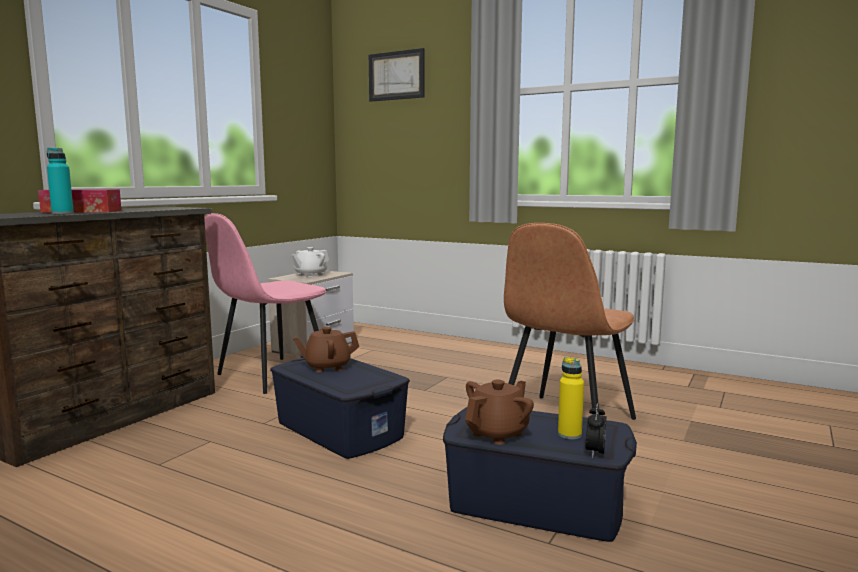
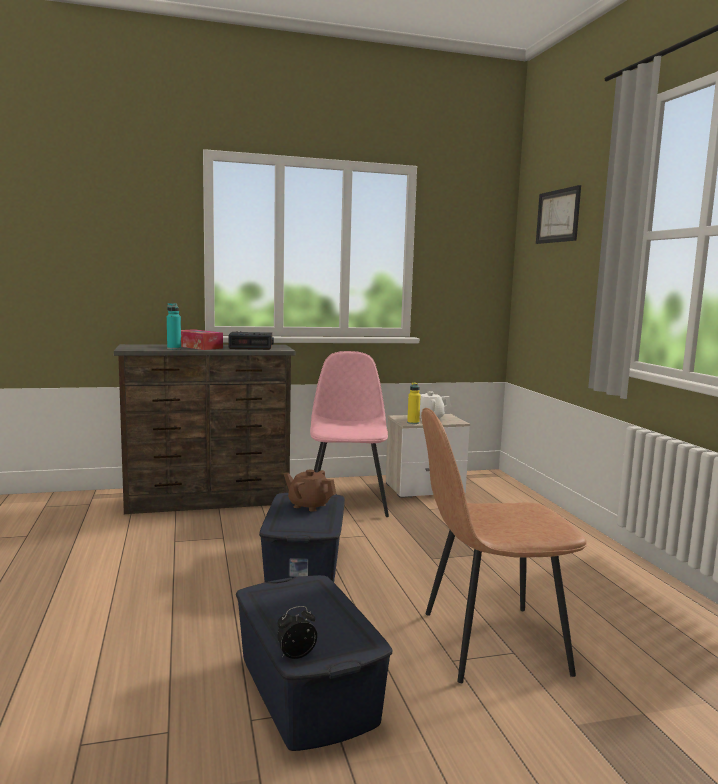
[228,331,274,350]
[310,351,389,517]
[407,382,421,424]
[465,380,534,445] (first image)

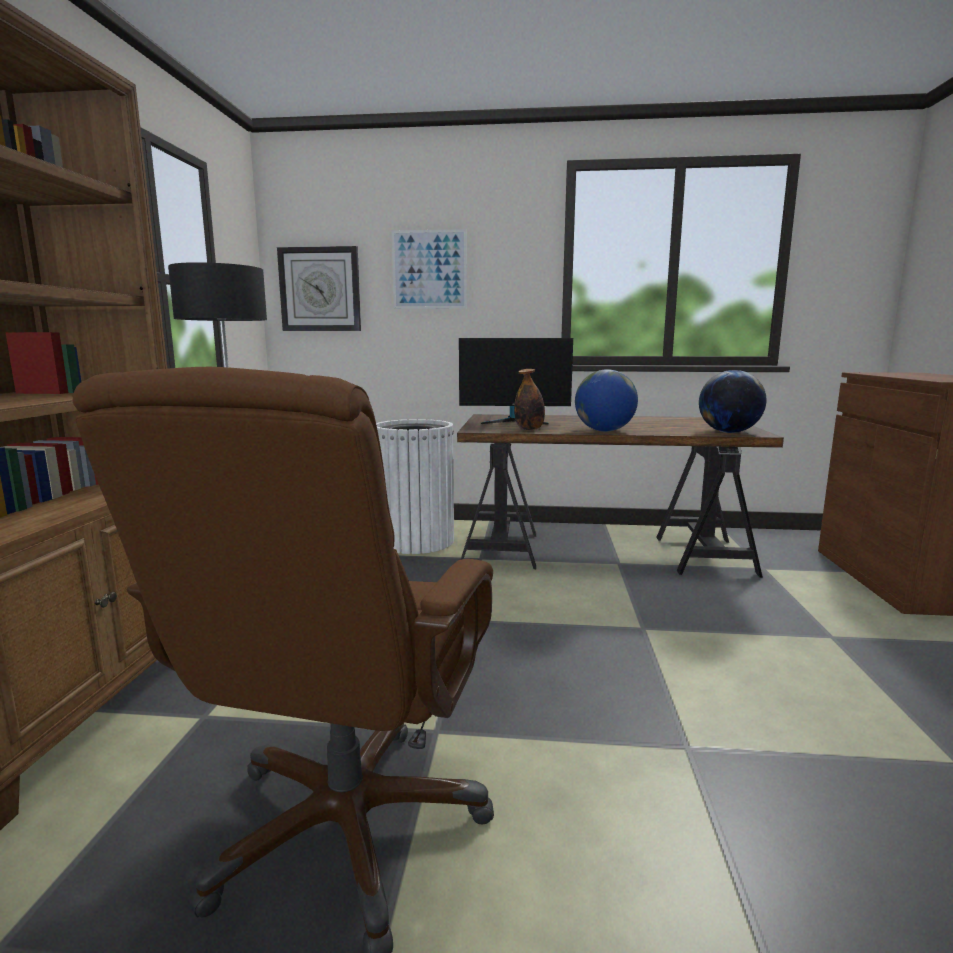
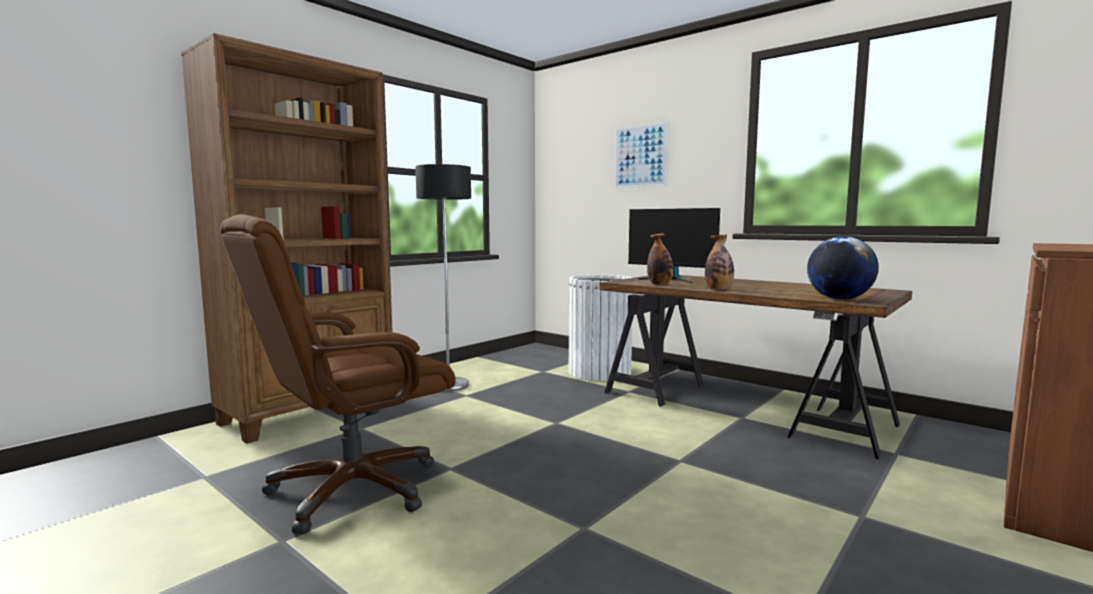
[705,235,734,290]
[277,246,361,331] (first image)

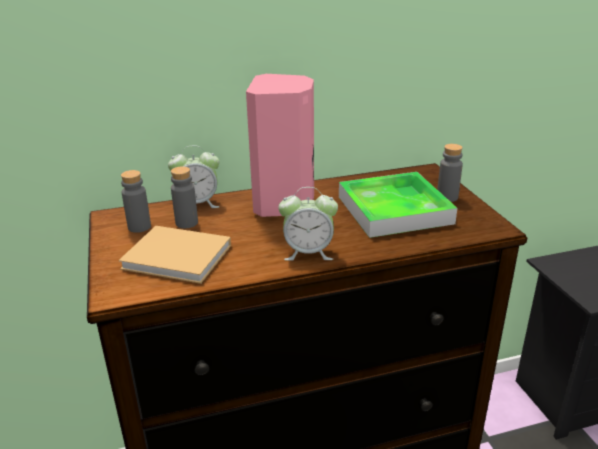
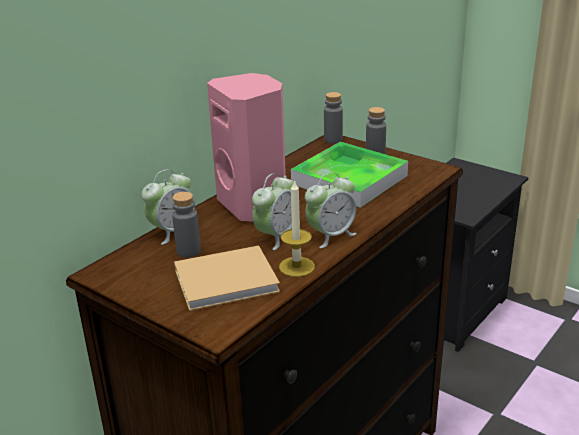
[252,173,294,250]
[279,179,315,277]
[324,92,343,144]

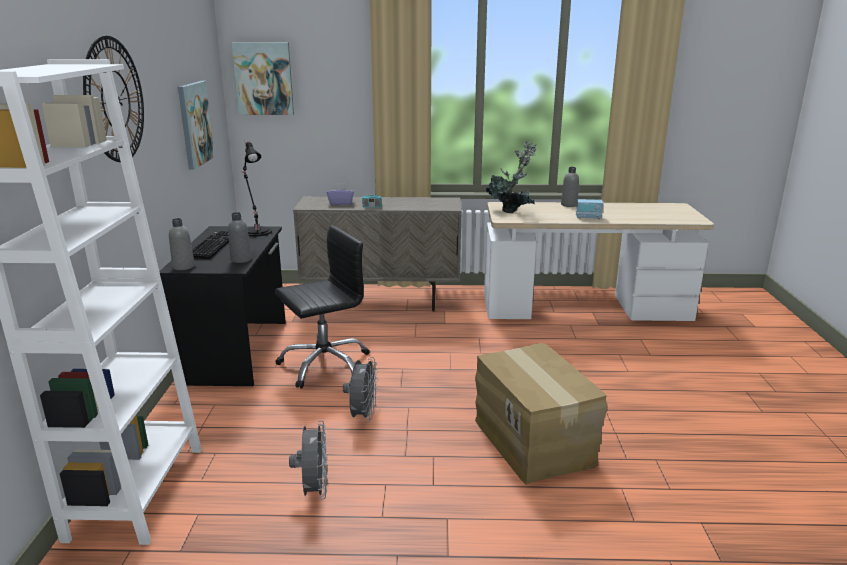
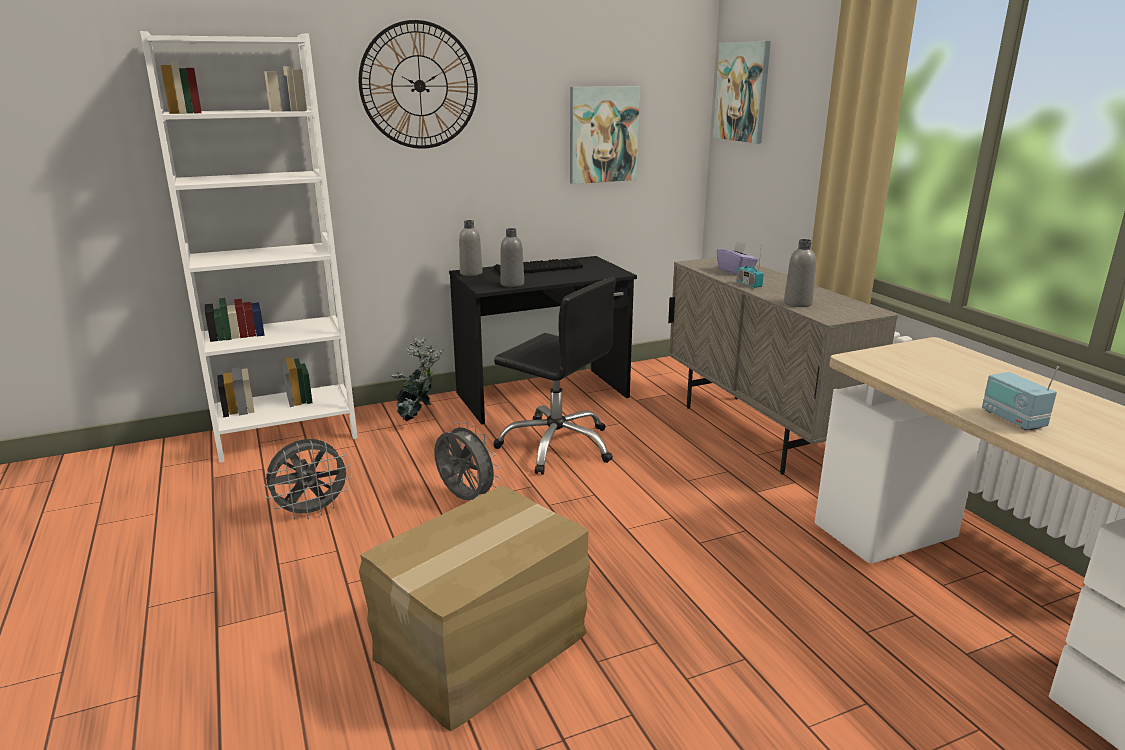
[391,337,443,421]
[434,422,500,501]
[784,239,816,307]
[241,141,272,237] (first image)

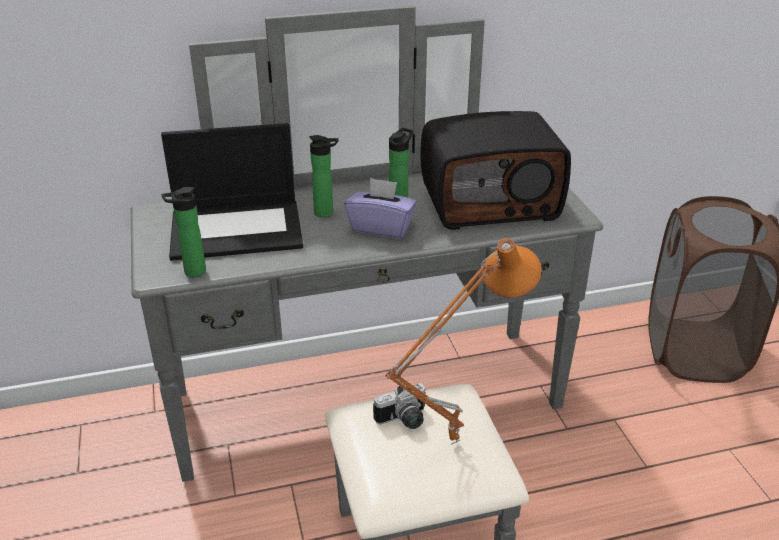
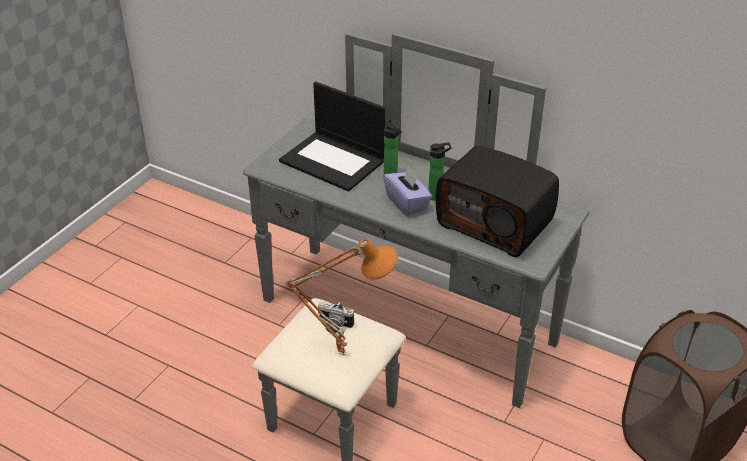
[161,187,206,277] (first image)

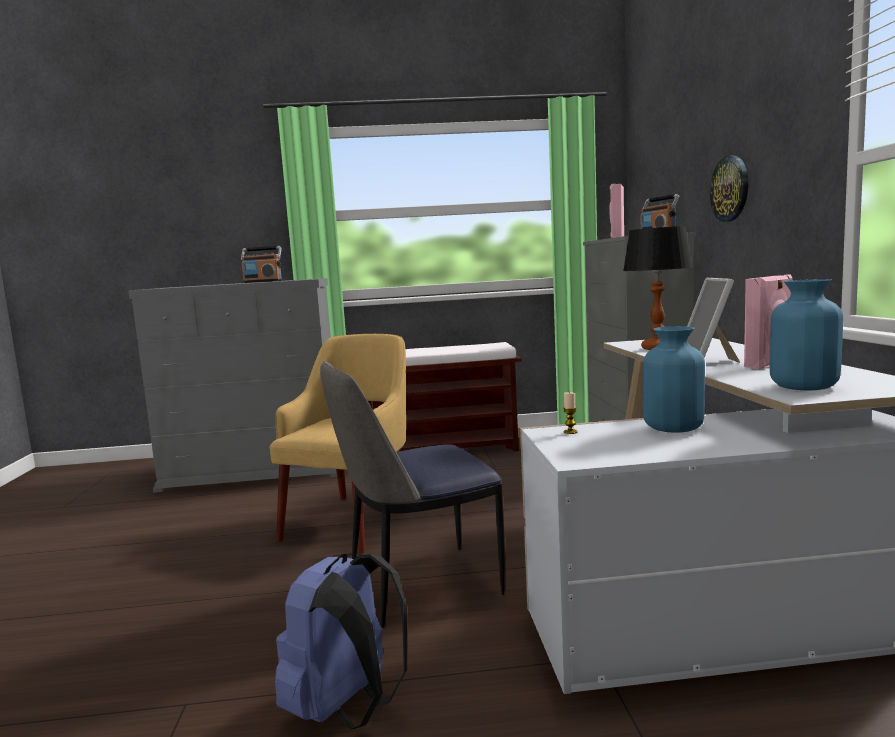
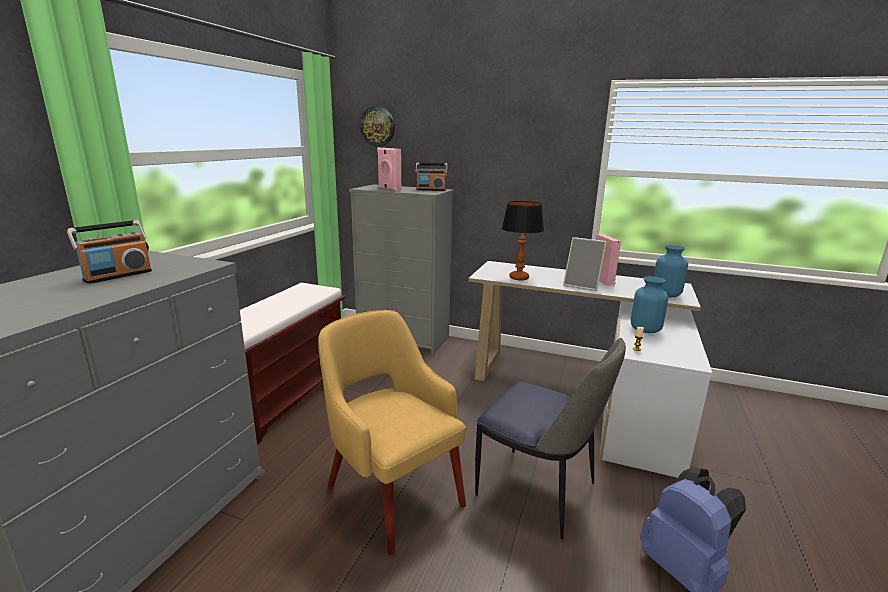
[360,106,395,146]
[475,338,626,539]

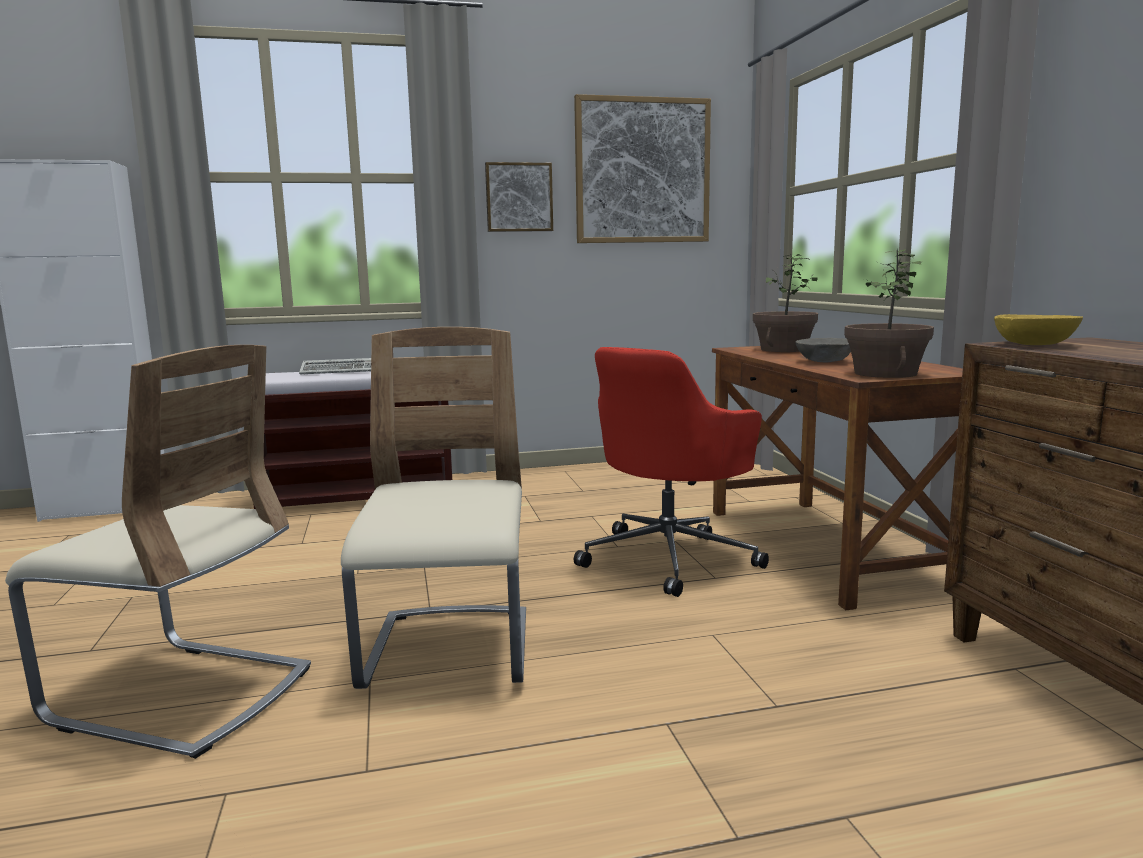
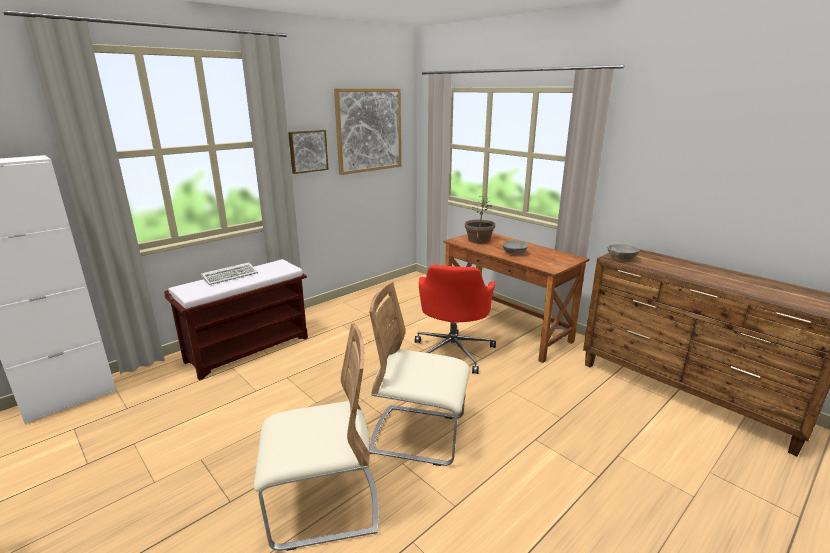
[369,282,470,466]
[608,244,640,260]
[844,249,934,378] (first image)

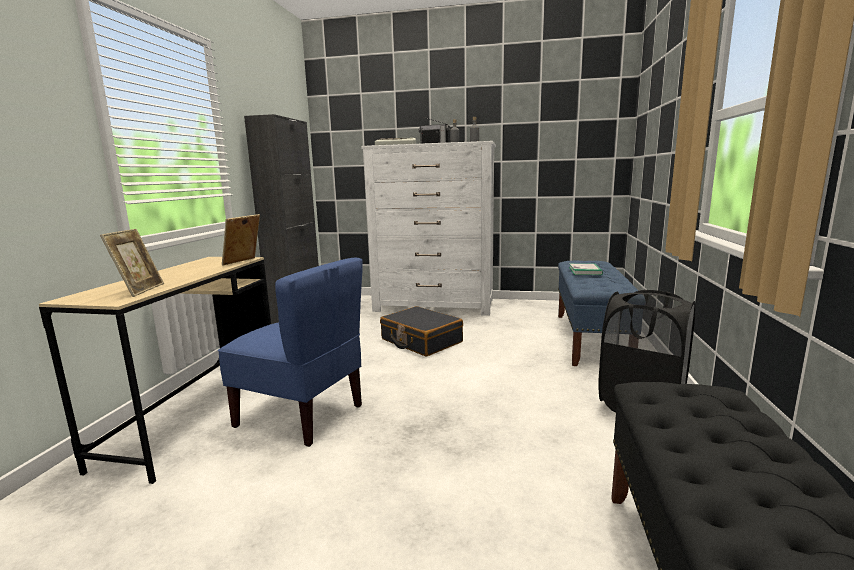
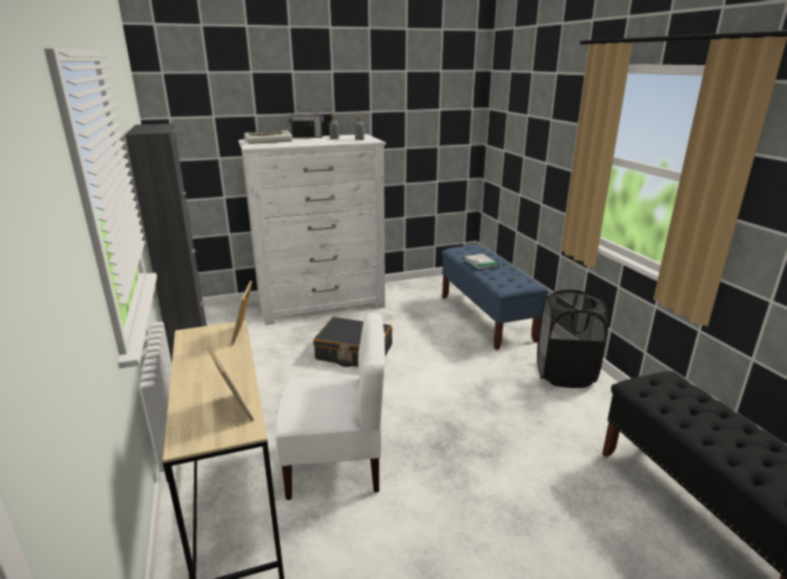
[274,313,385,500]

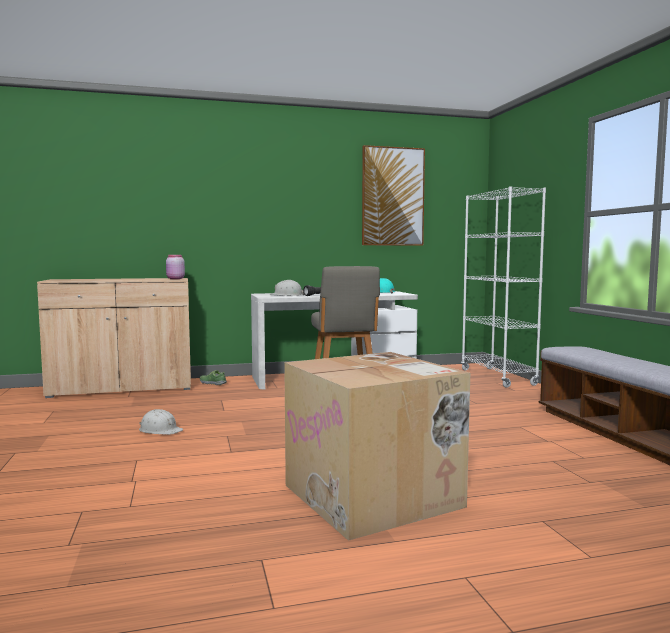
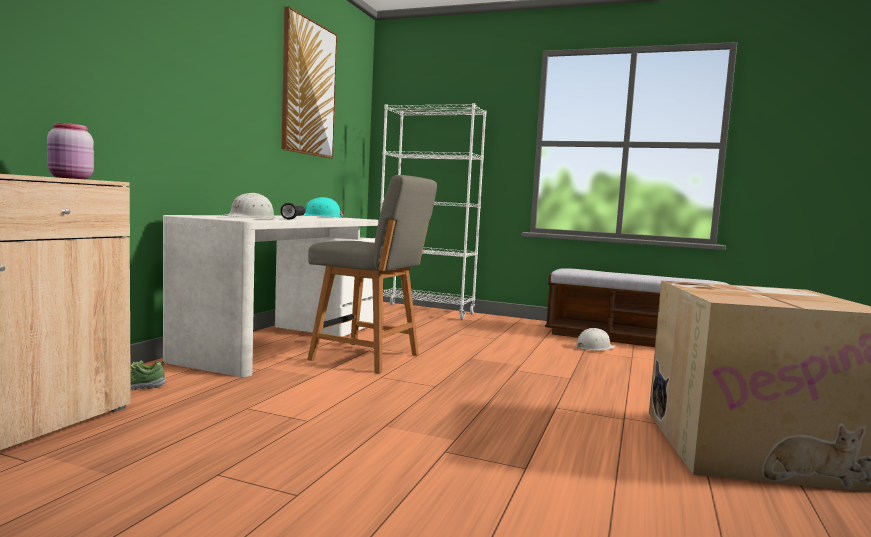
[575,328,616,351]

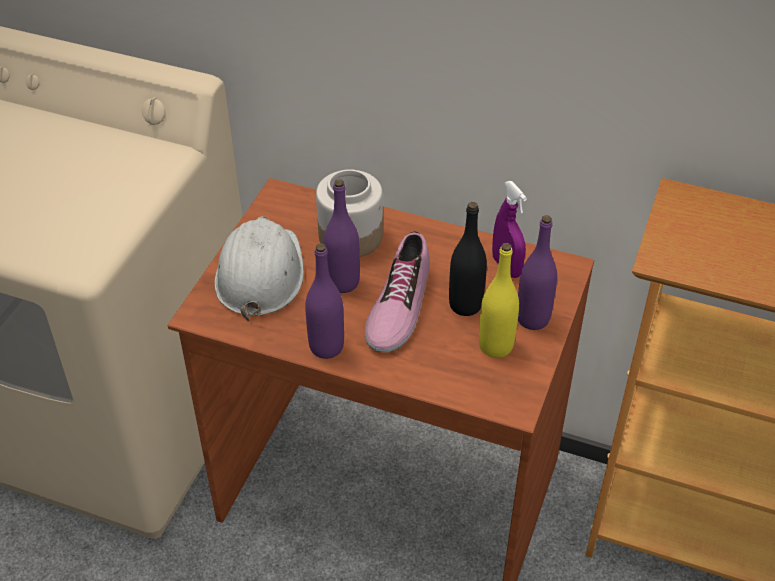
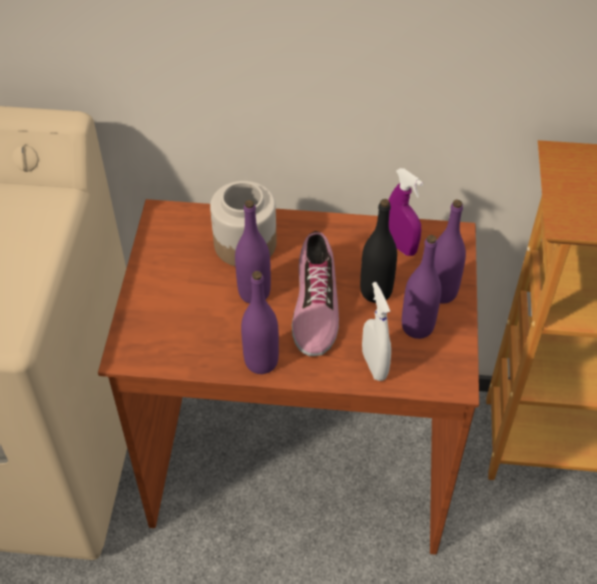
[362,282,391,381]
[402,235,441,339]
[214,216,304,321] (first image)

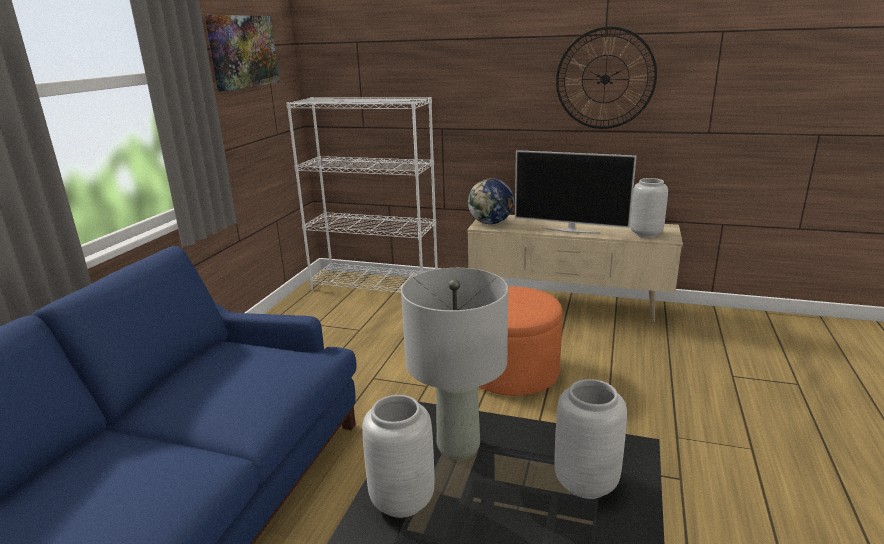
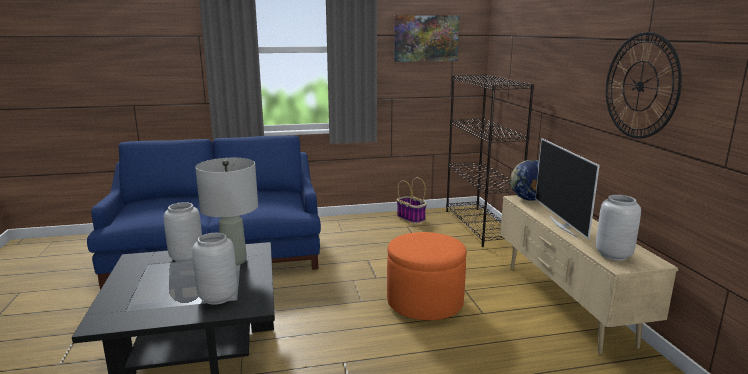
[397,177,427,224]
[446,74,534,247]

